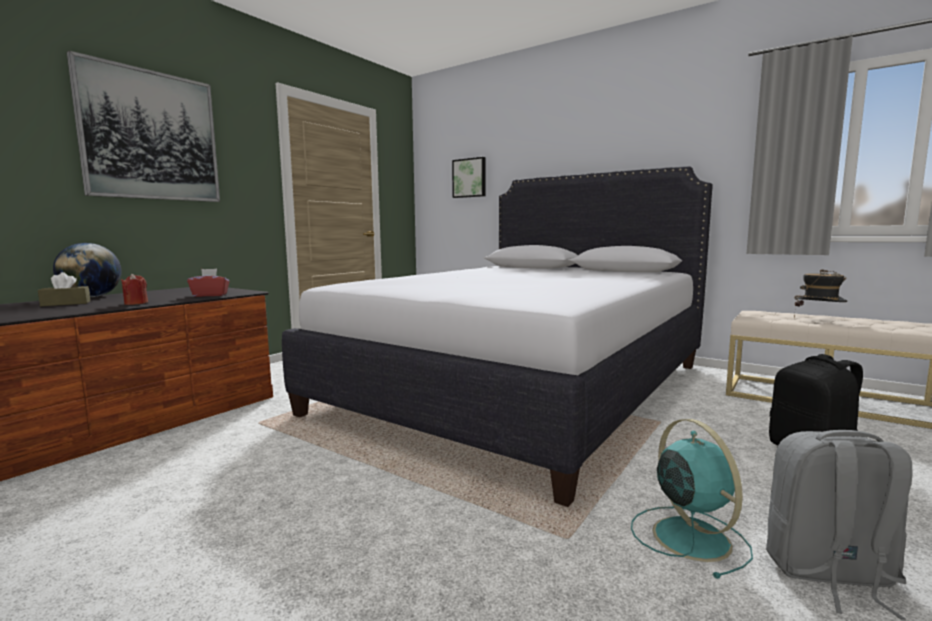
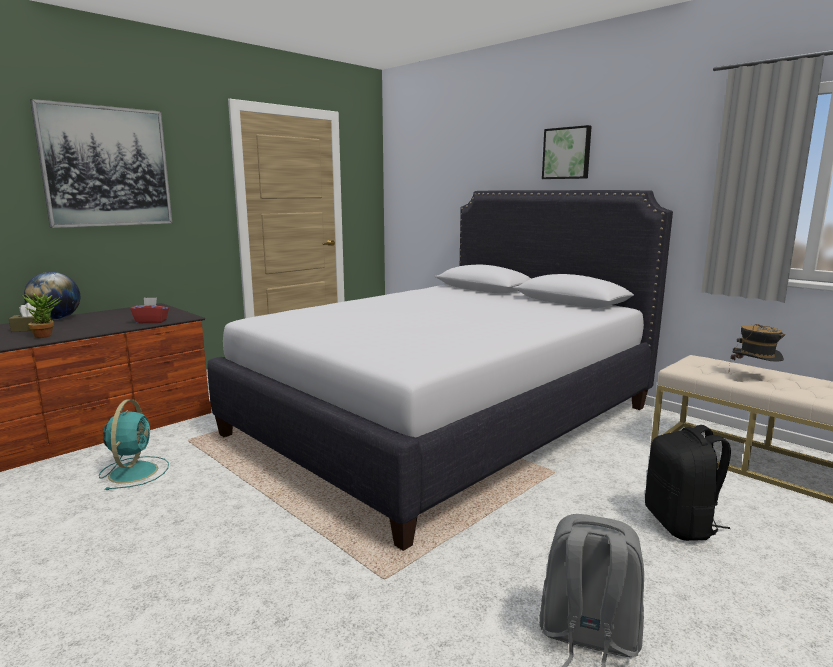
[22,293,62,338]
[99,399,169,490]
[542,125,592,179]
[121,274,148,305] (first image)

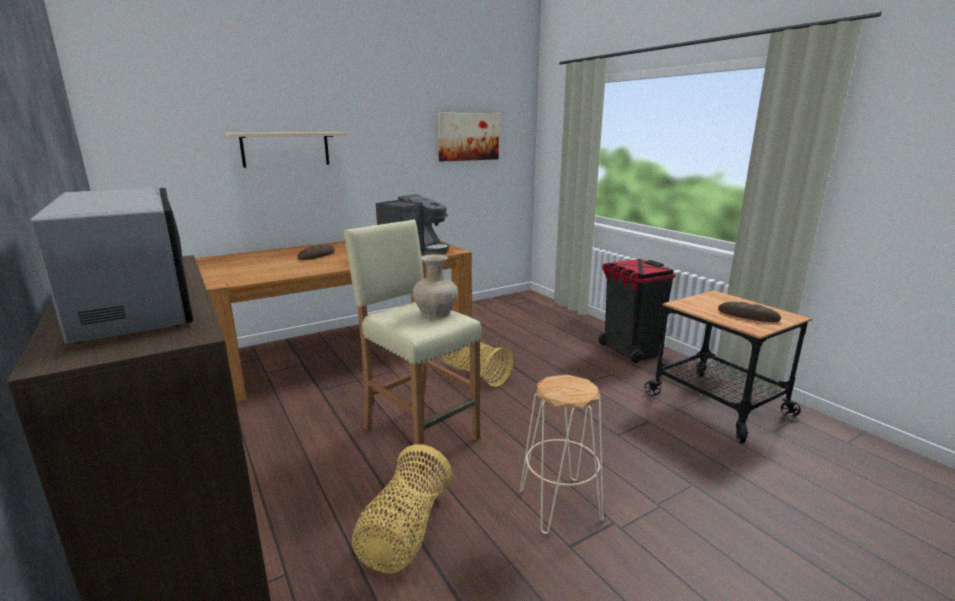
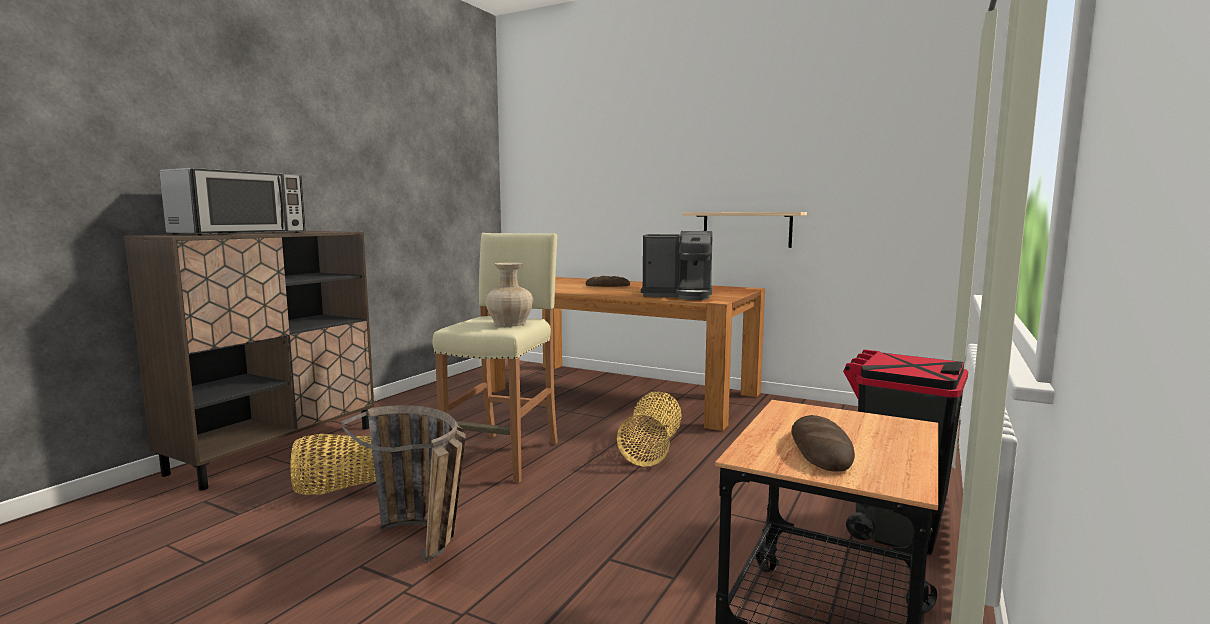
[341,405,465,563]
[682,212,807,248]
[438,113,499,162] (first image)

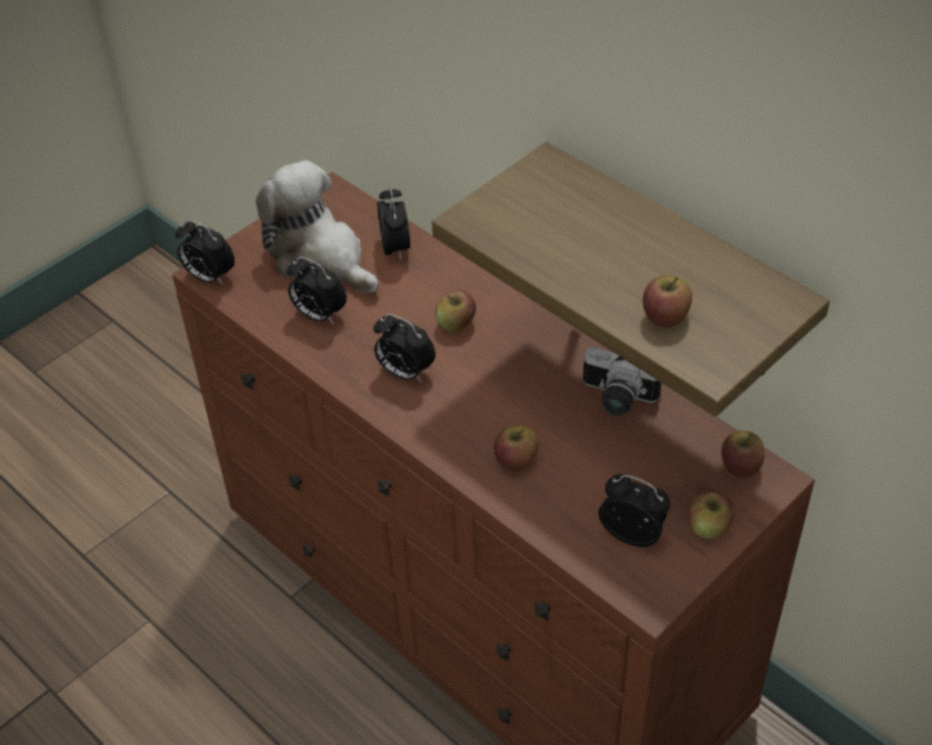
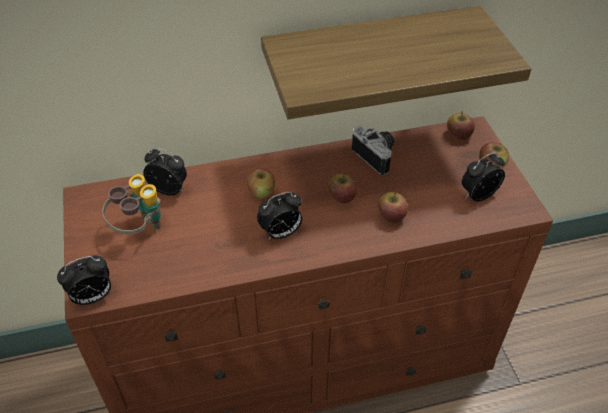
[102,174,161,234]
[328,173,357,203]
[352,126,394,175]
[287,257,347,324] (first image)

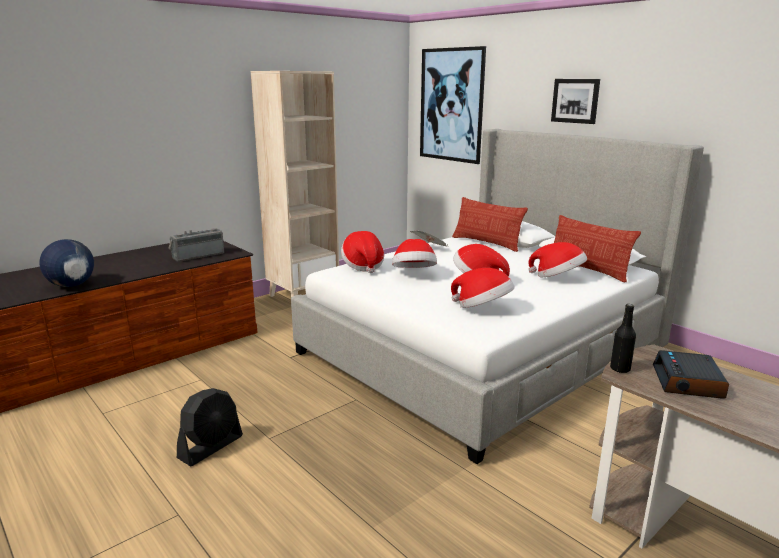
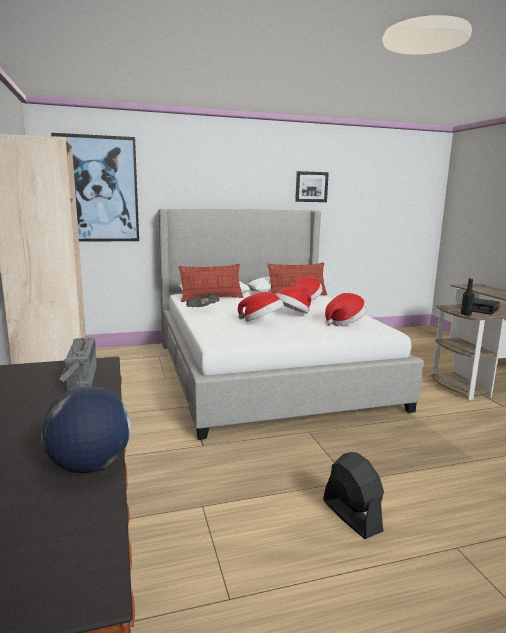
[295,171,329,202]
[341,231,384,273] (first image)

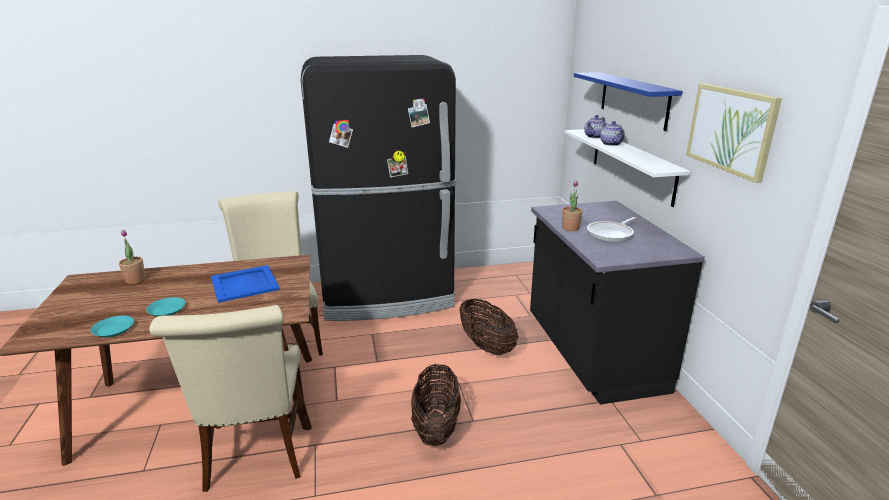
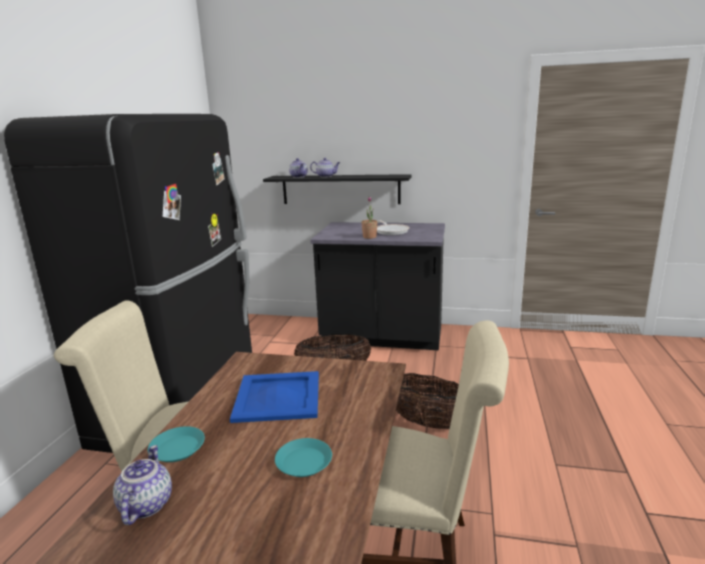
[113,445,172,525]
[148,426,205,462]
[263,174,412,204]
[574,72,683,131] (first image)
[686,83,782,183] (first image)

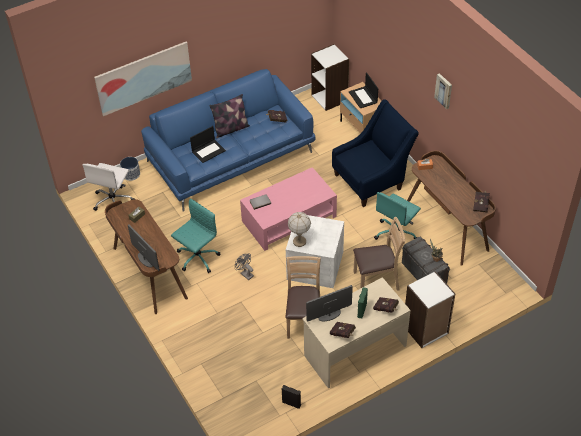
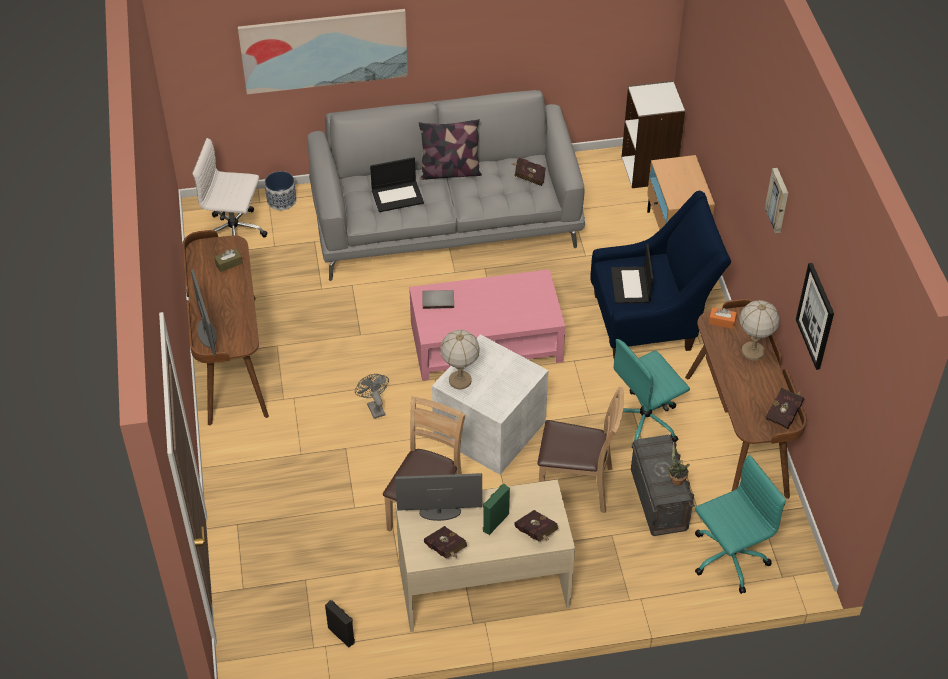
[192,138,267,238]
[307,90,585,281]
[611,244,653,304]
[695,455,786,594]
[739,300,780,360]
[796,263,834,370]
[405,271,455,348] (first image)

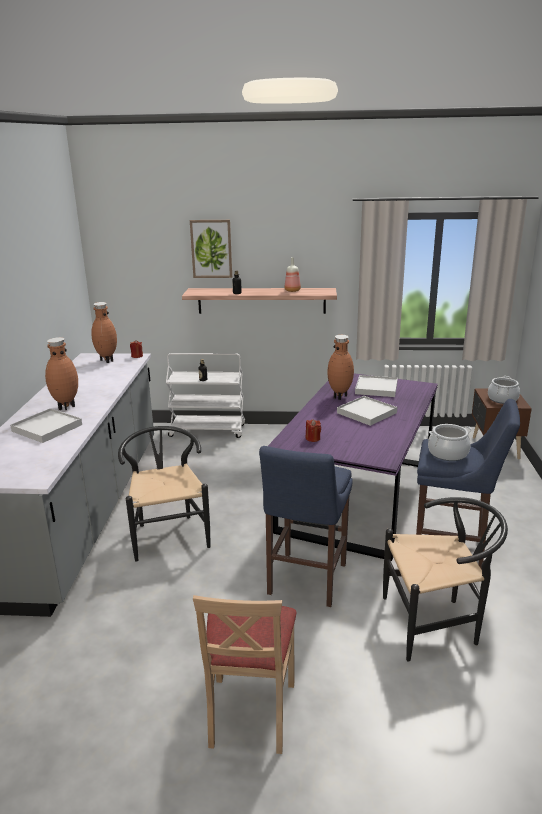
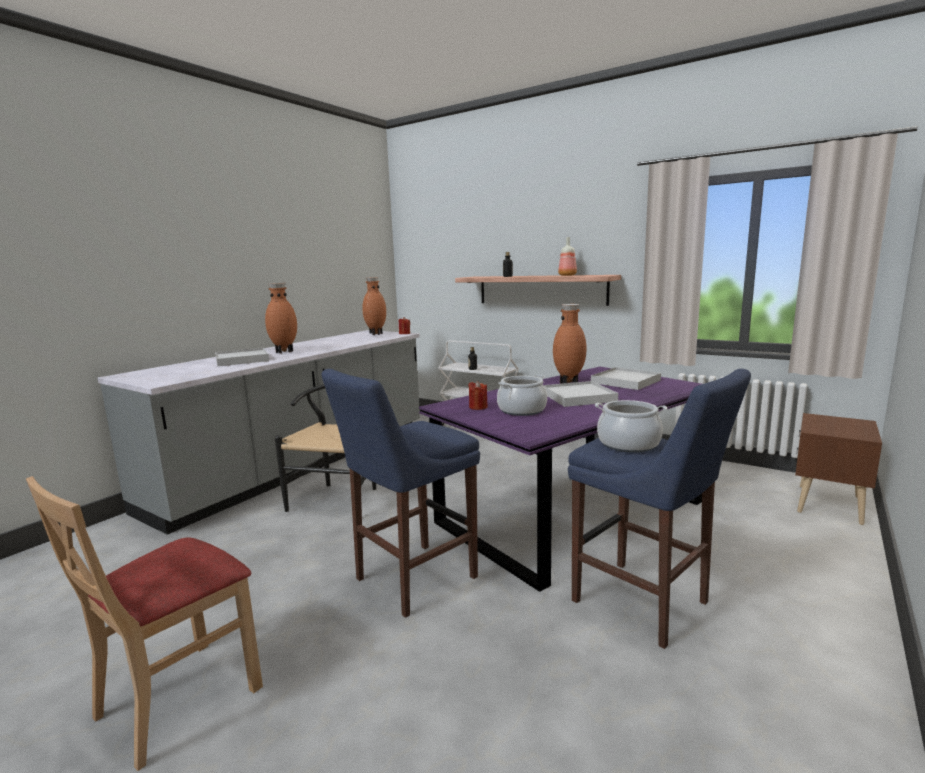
[497,375,547,416]
[190,220,232,278] (first image)
[383,497,508,662] (first image)

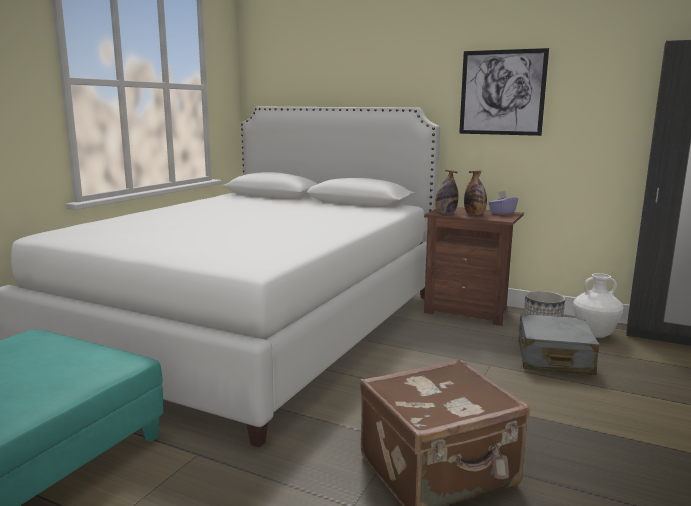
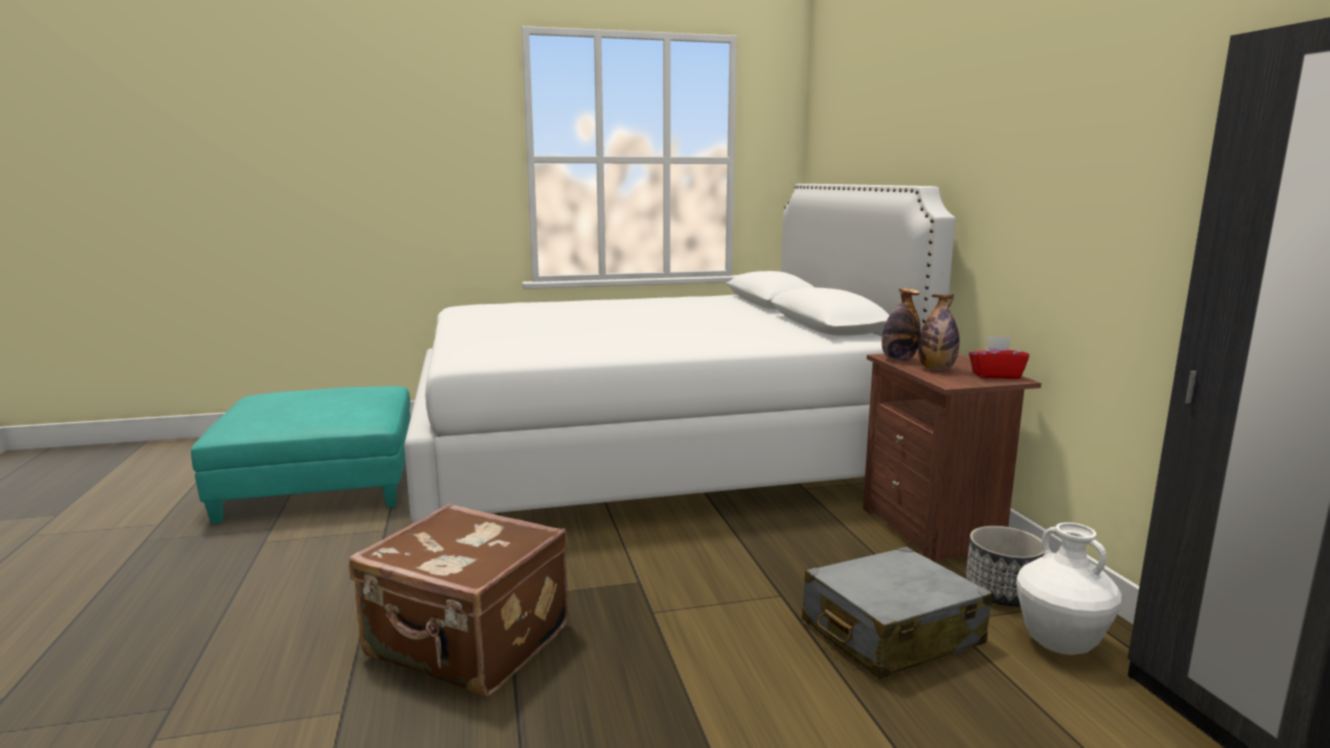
[969,336,1029,379]
[459,48,549,136] (first image)

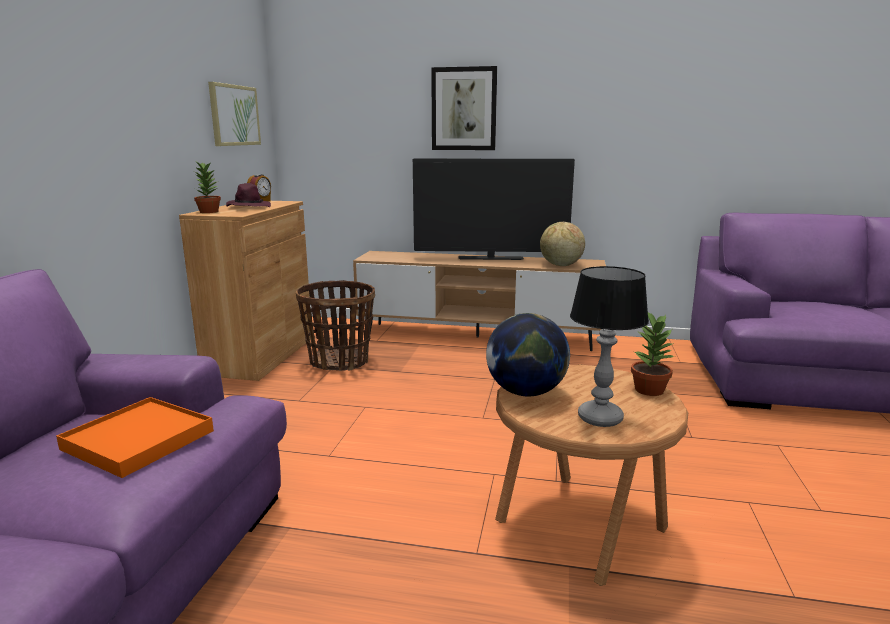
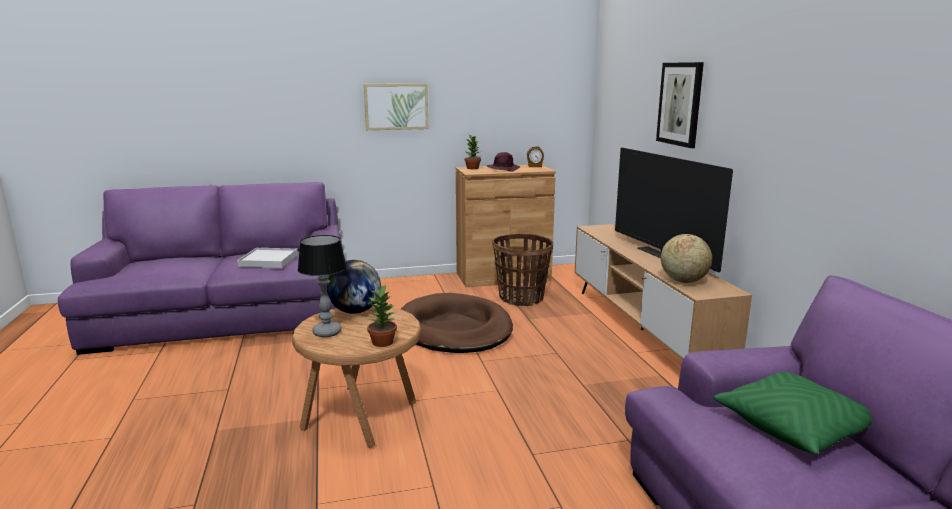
[237,248,298,268]
[364,83,428,130]
[401,293,513,353]
[713,372,872,454]

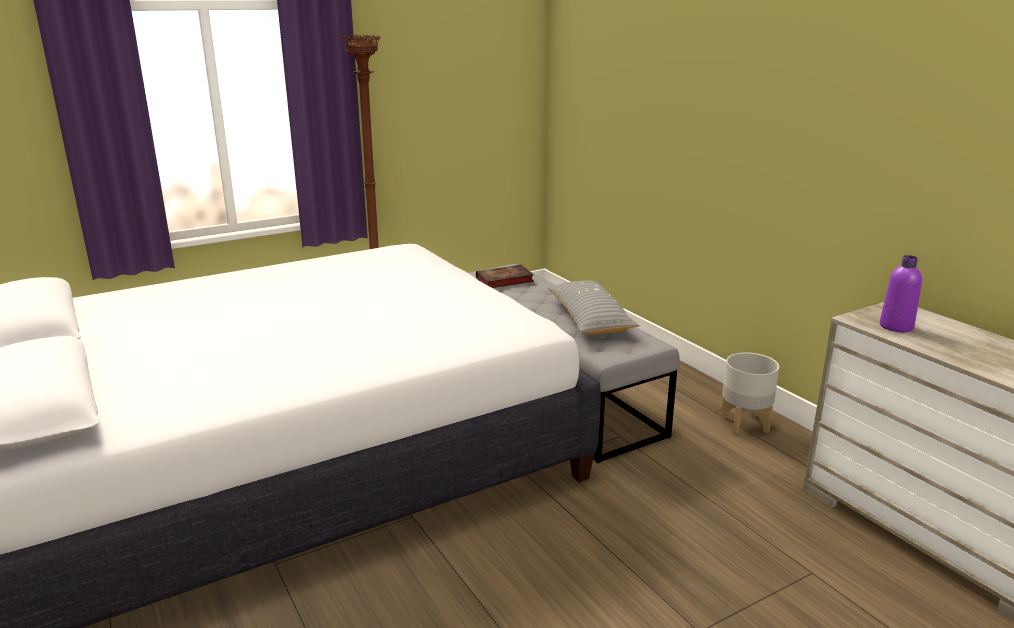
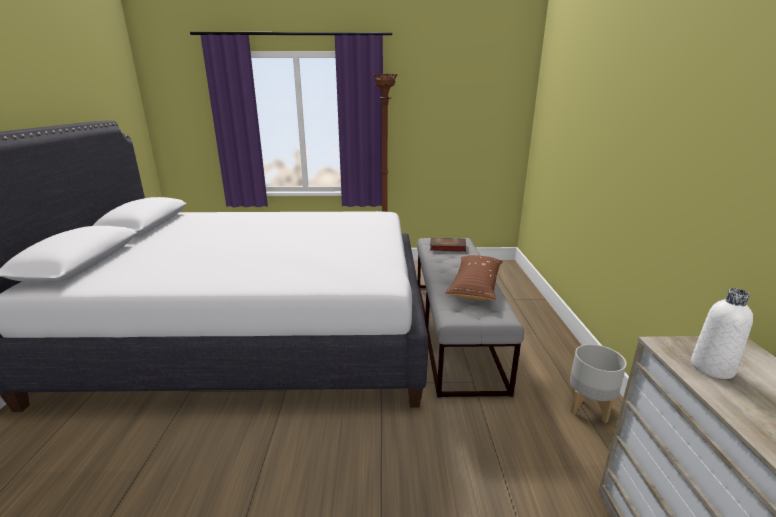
[445,255,503,300]
[691,288,753,379]

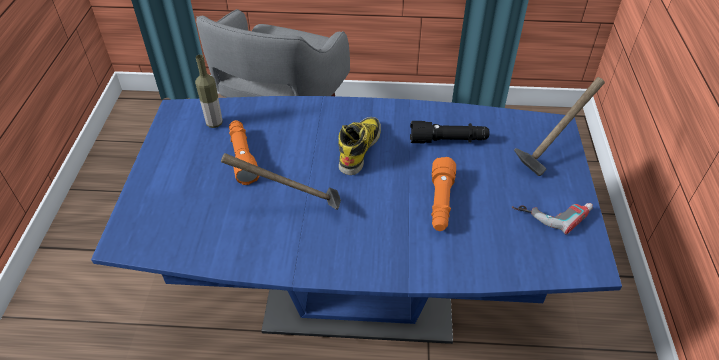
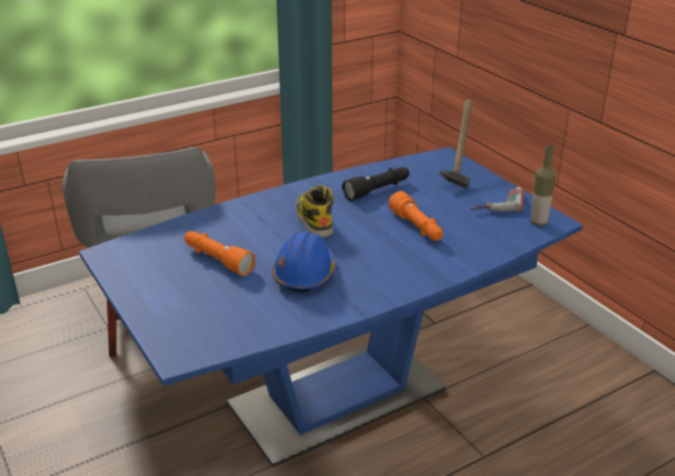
[272,231,335,292]
[530,145,556,226]

